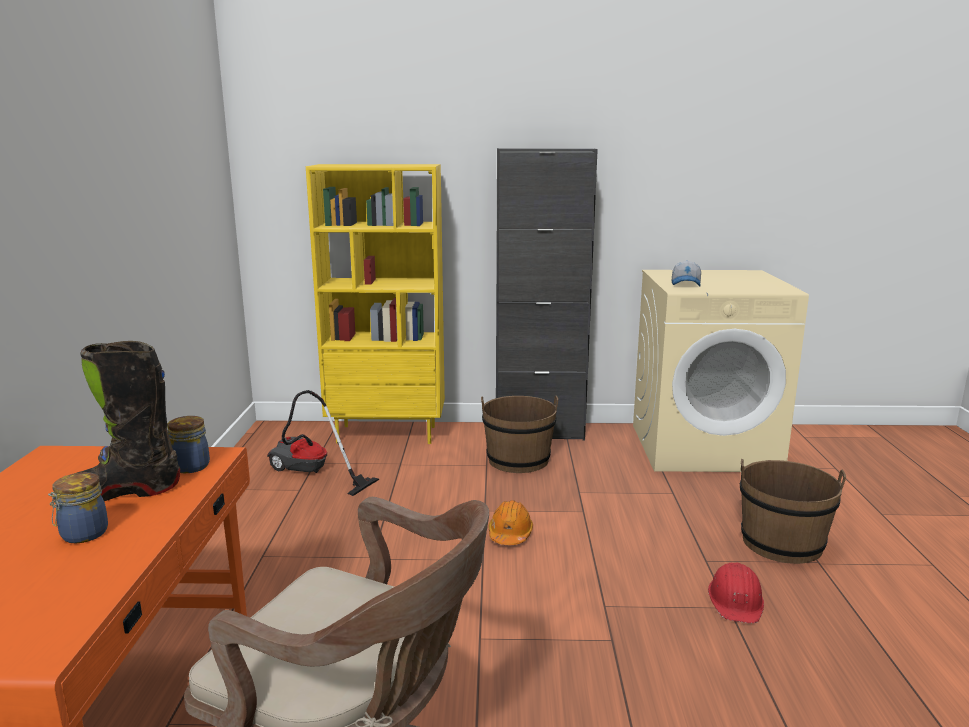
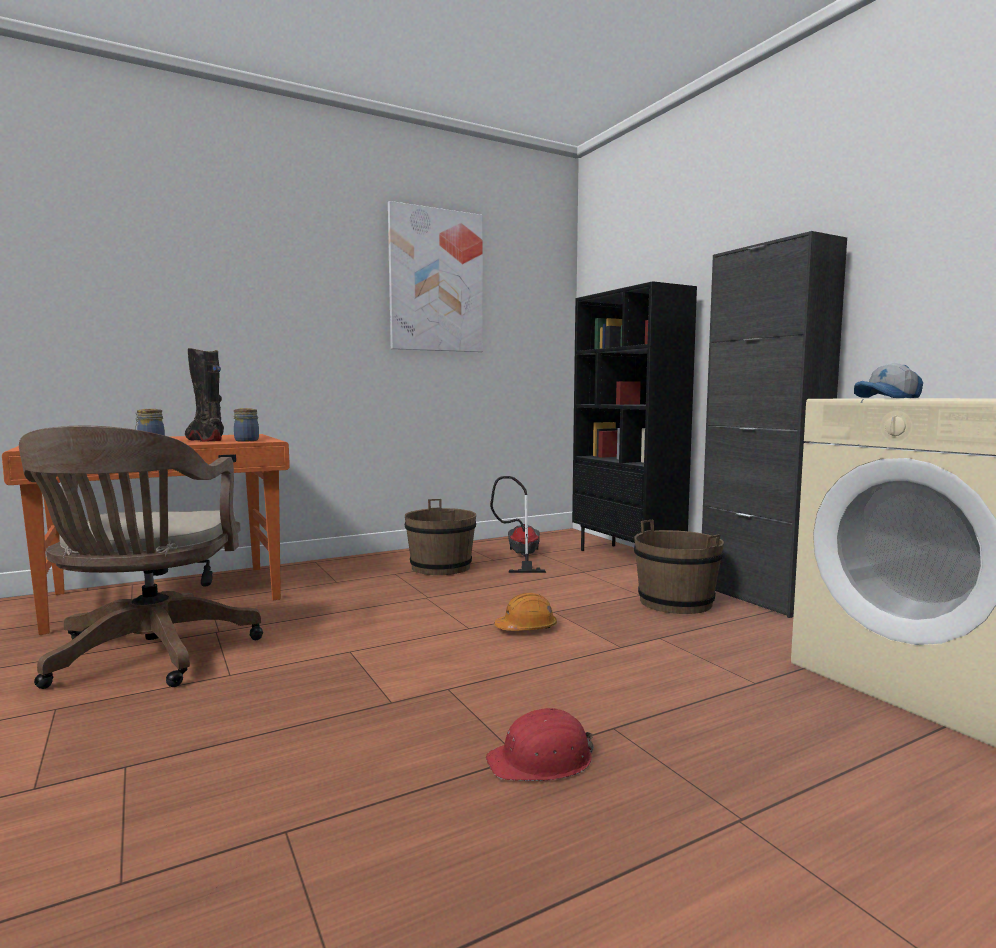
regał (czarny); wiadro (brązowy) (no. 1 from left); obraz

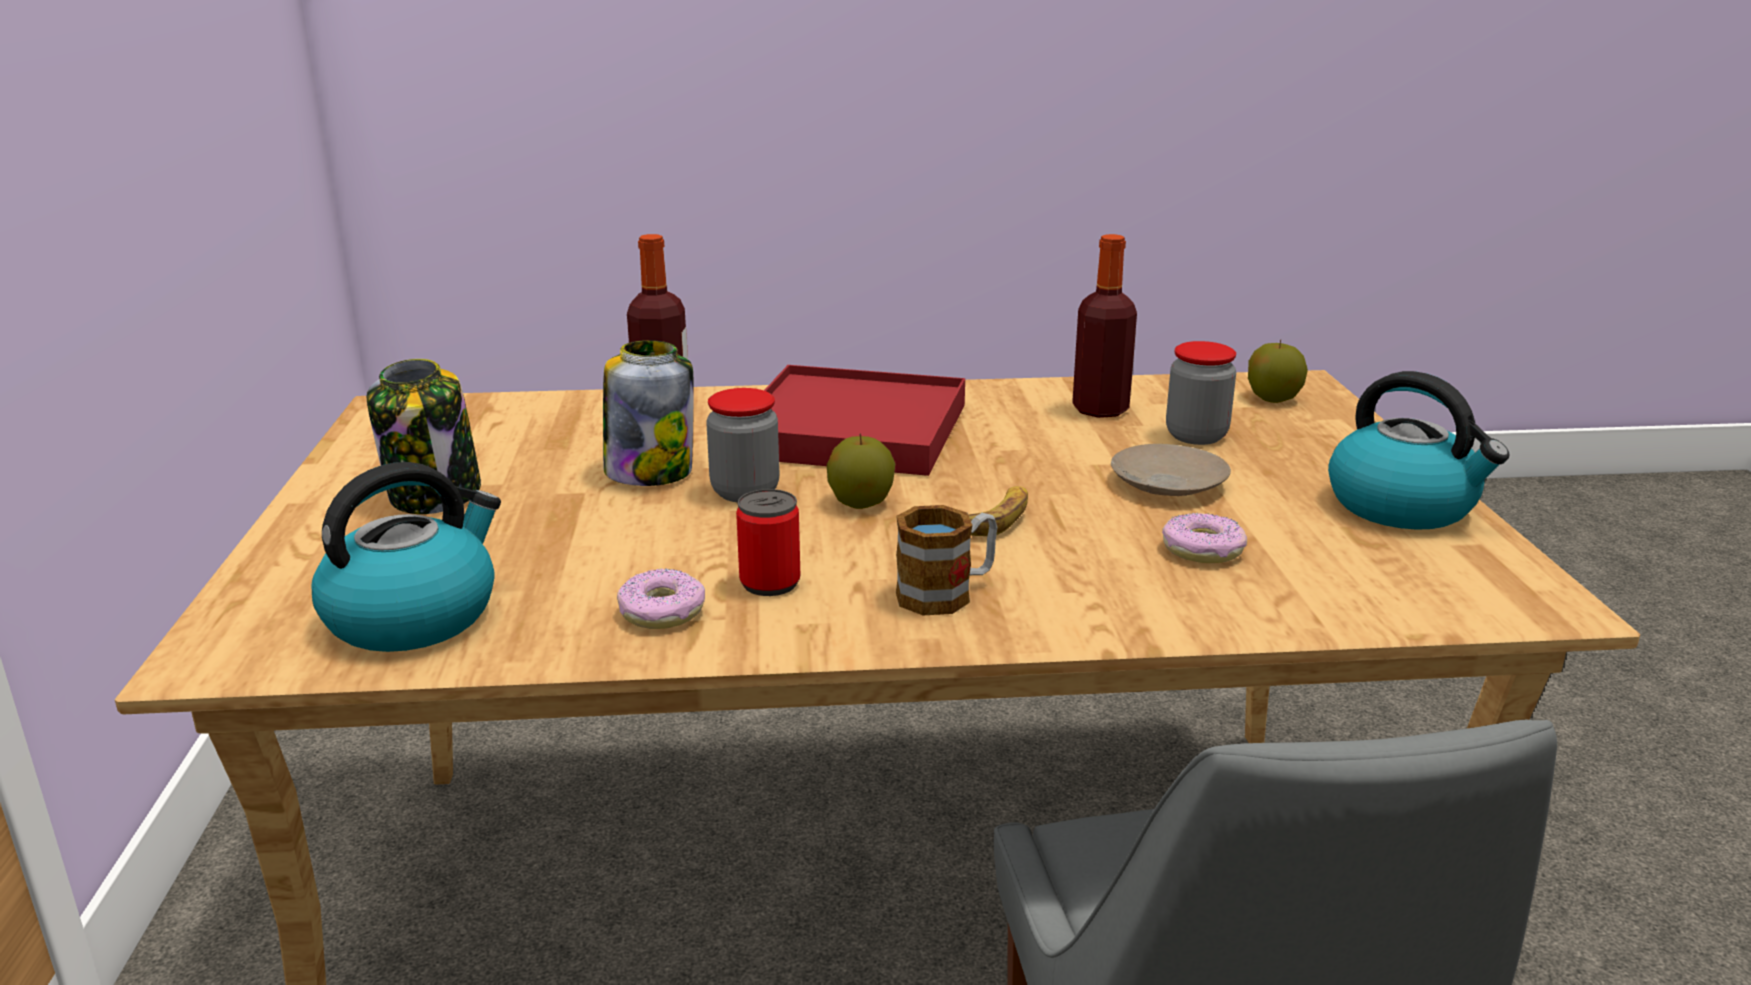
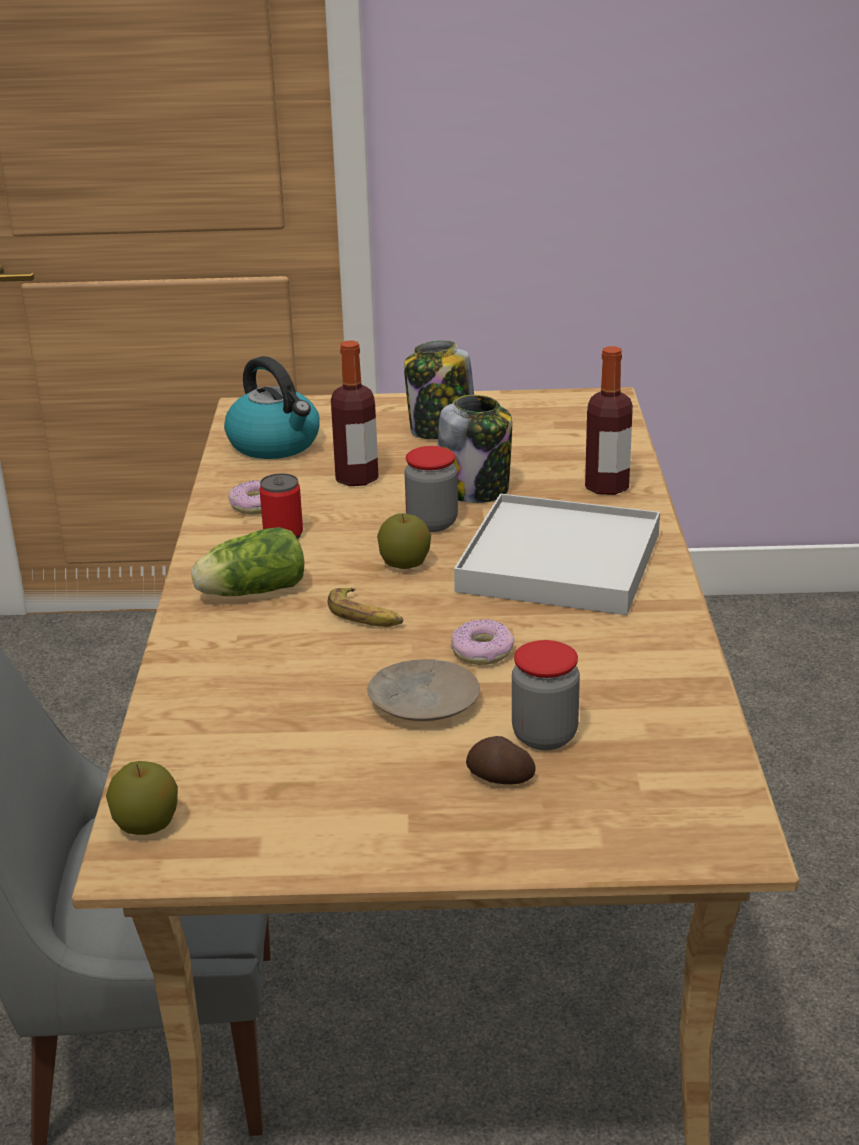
taca (biały); sałata; butelka (no. 1 from left); donut (no. 2 from left); jabłko (no. 1 from left); czajnik (no. 2 from left in the first image); ziemniak

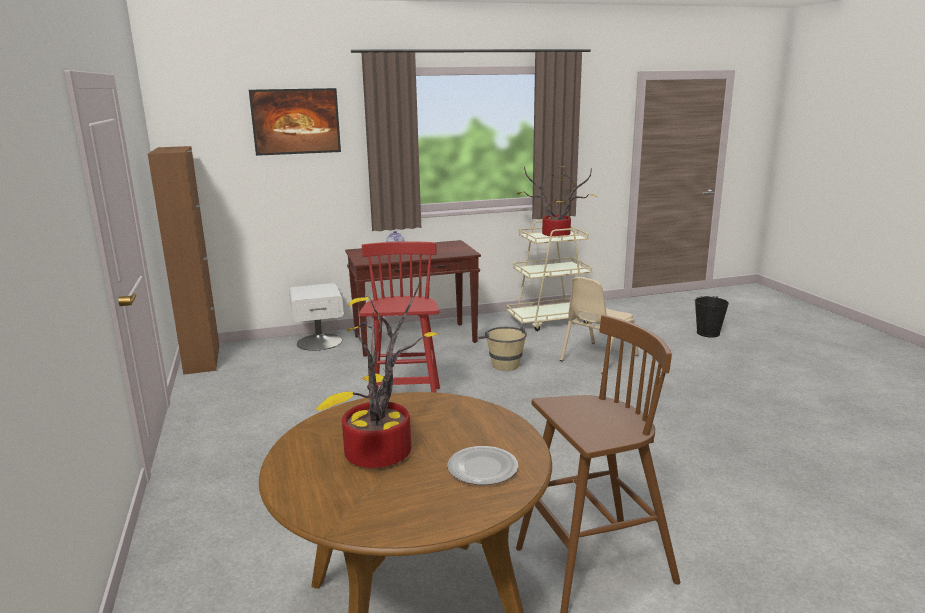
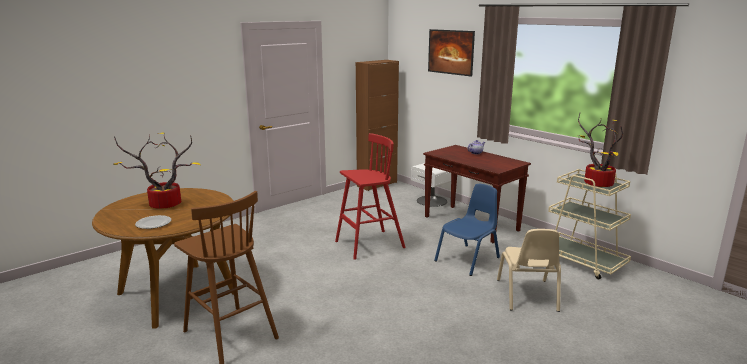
krzesło (niebieski); krzesło (beżowy); wiadro (czarny)

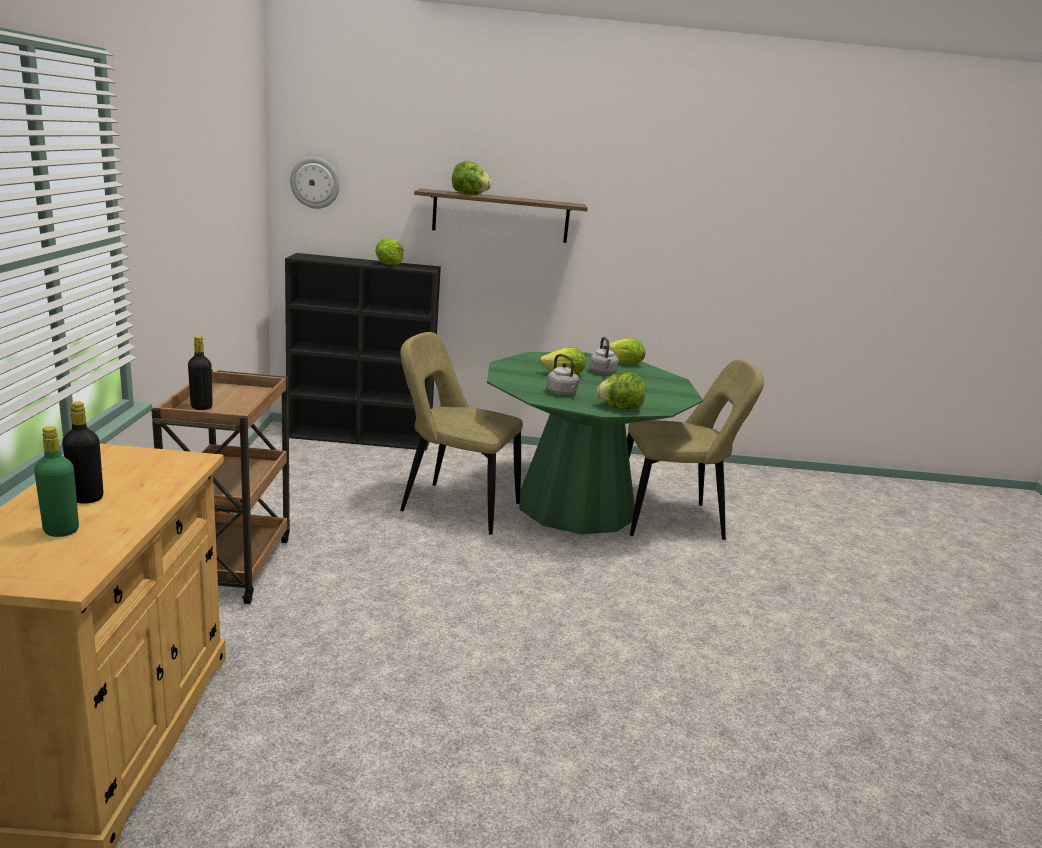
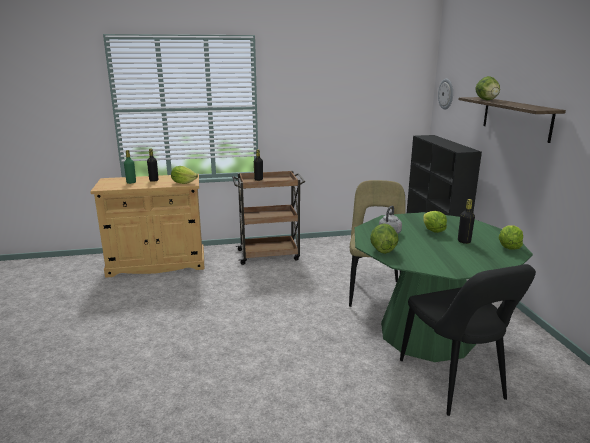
sałata (no. 1 from left); butelka (czarny) (no. 3 from left); krzesło (czarny)

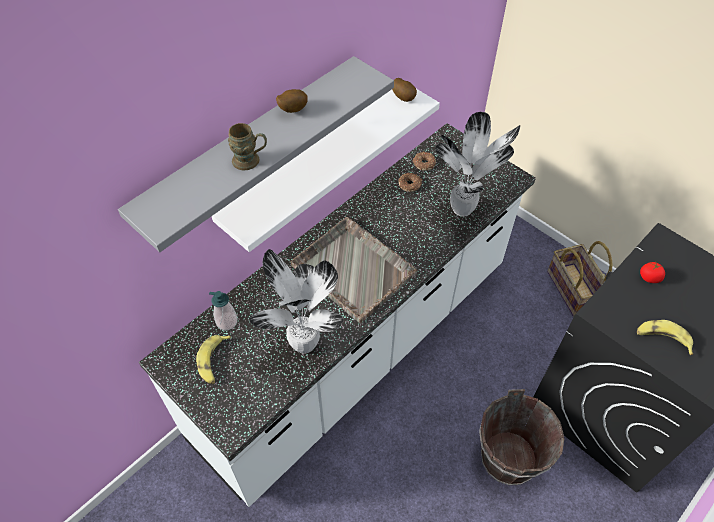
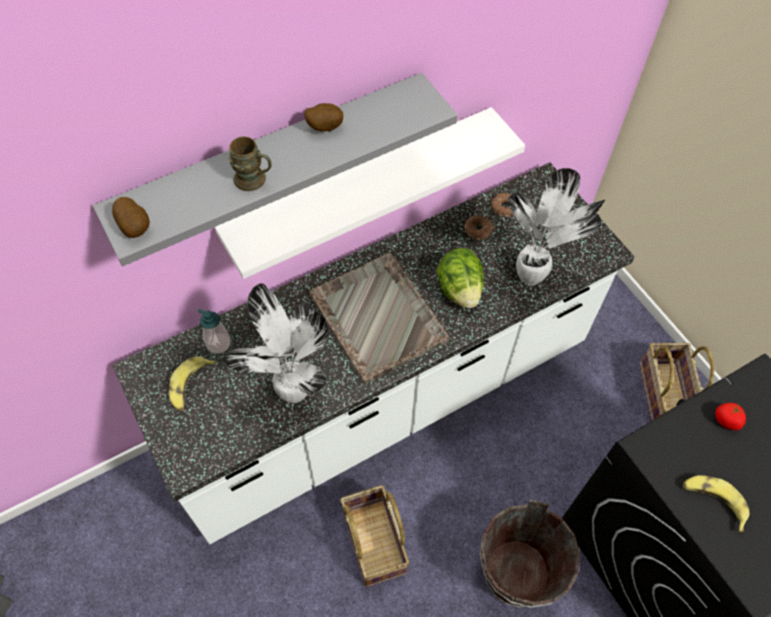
ziemniak (no. 1 from left); koszyk (no. 1 from left); sałata

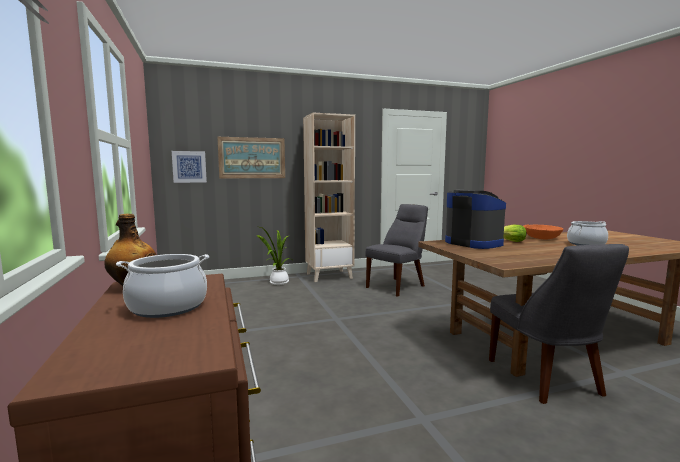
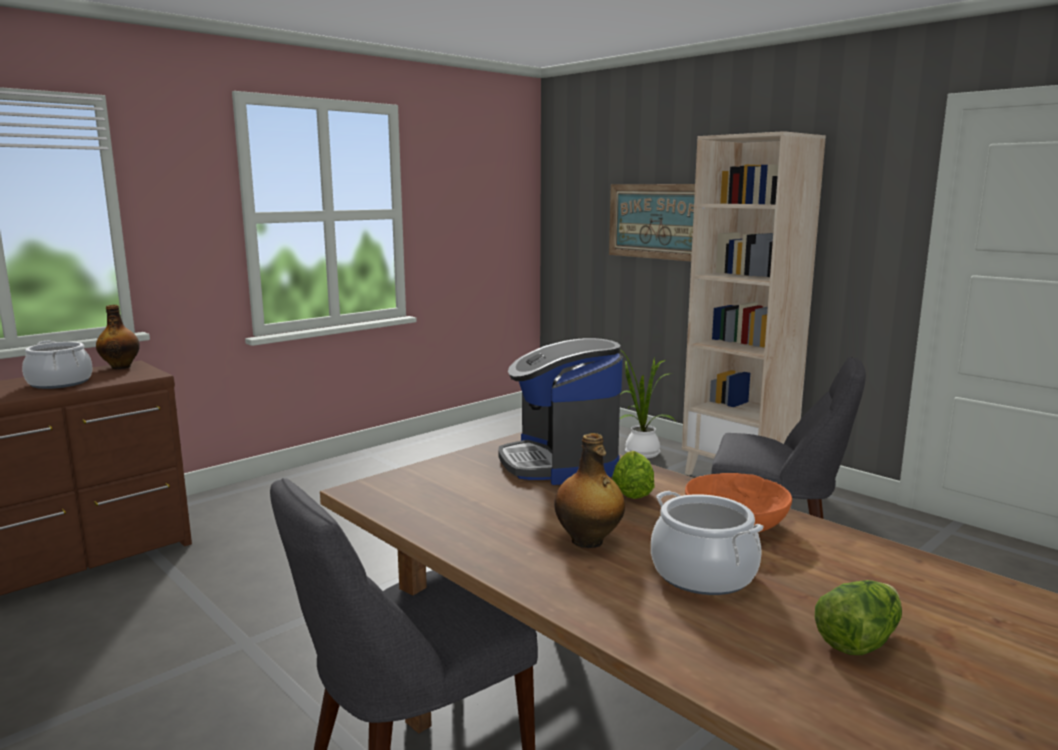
obraz (no. 1 from left in the first image); ekspres do kawy; butelka (no. 2 from left); sałata (no. 2 from left)

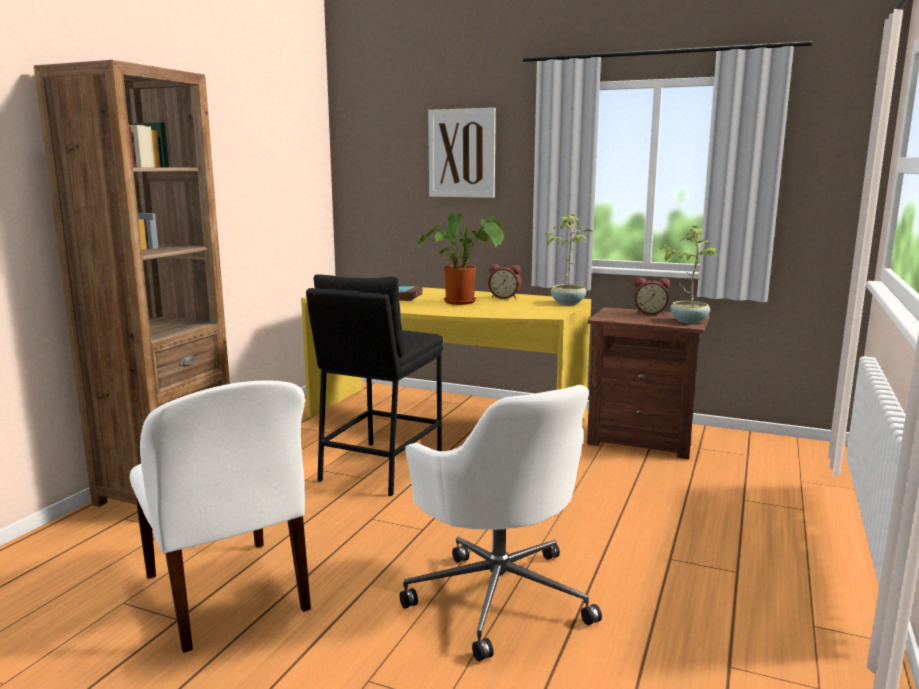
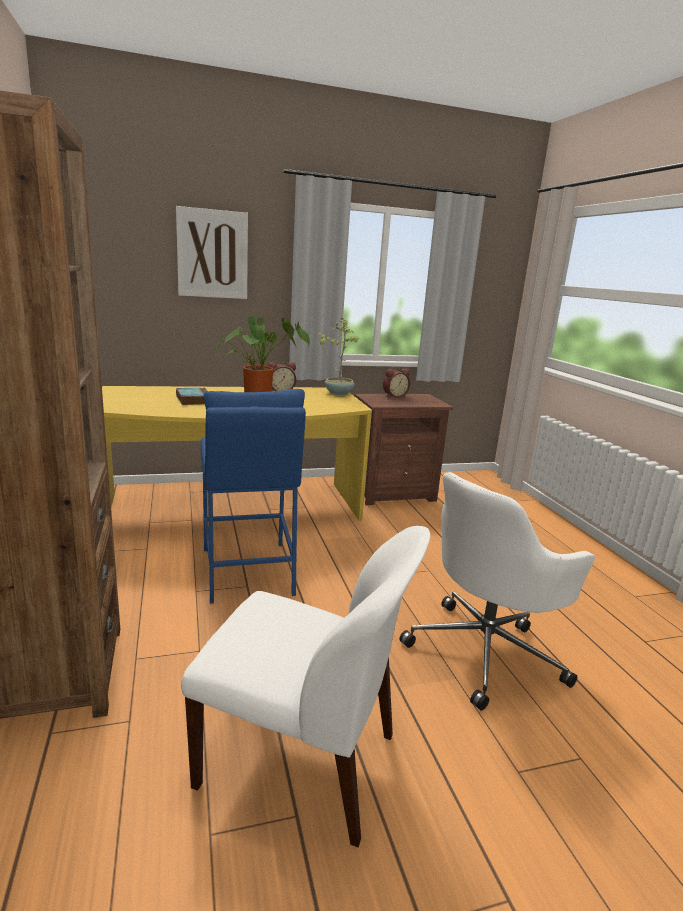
stołek (niebieski); krzesło biurowe (biały); roślina doniczkowa (no. 3 from left in the first image)

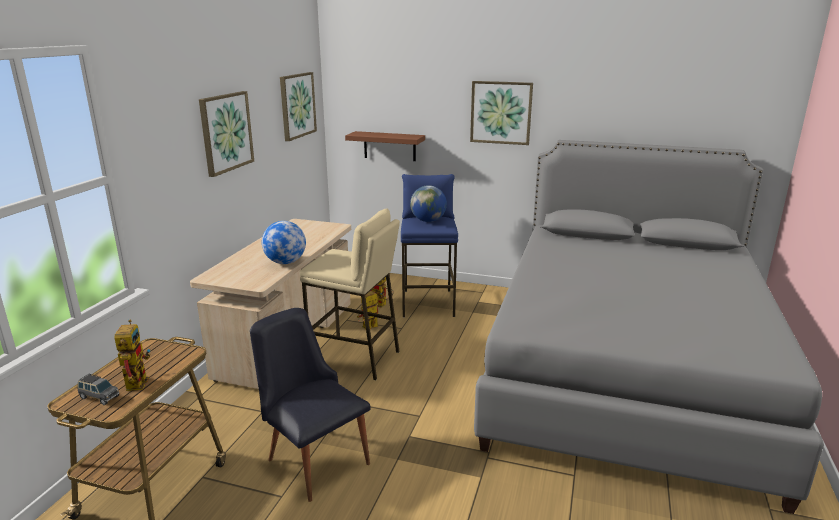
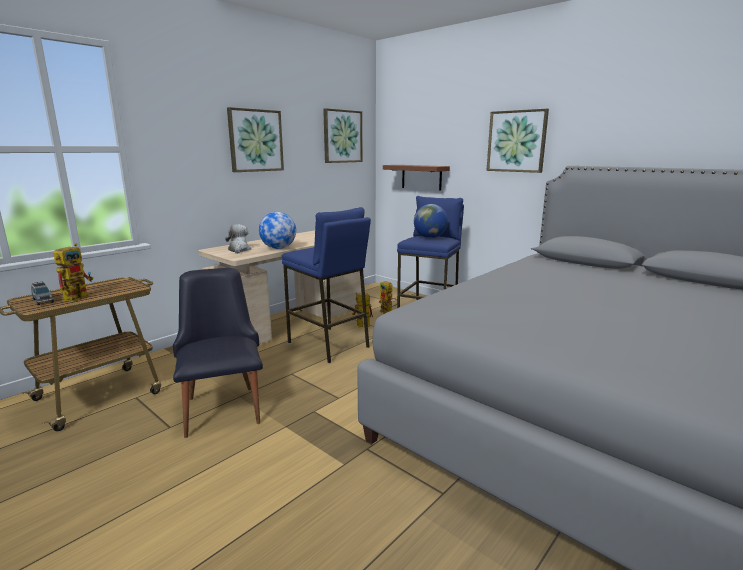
stołek (niebieski) (no. 1 from left); pluszak

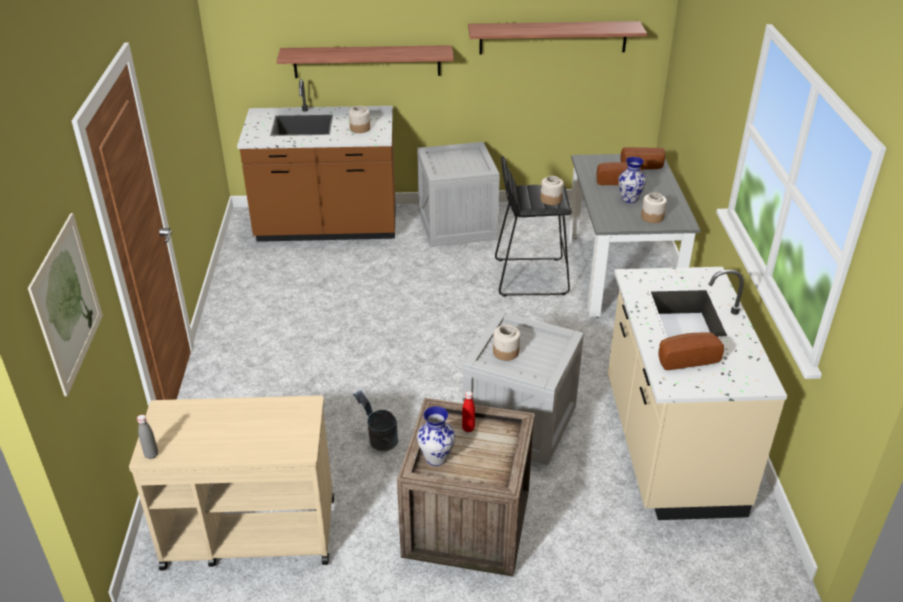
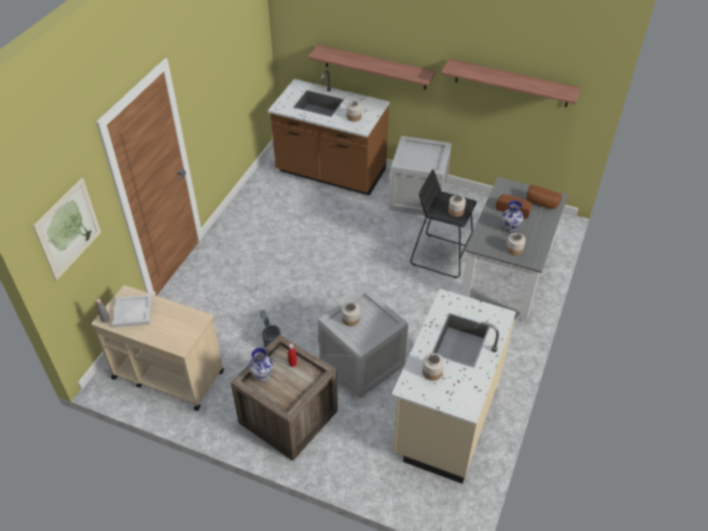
słoik (no. 3 from left); taca (biały)

